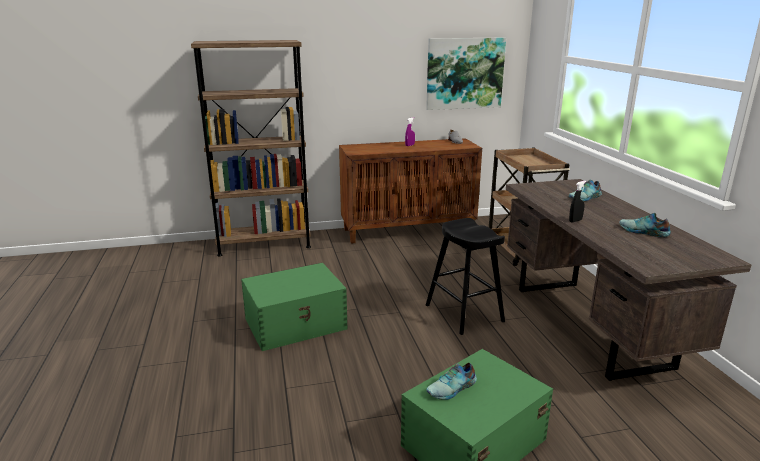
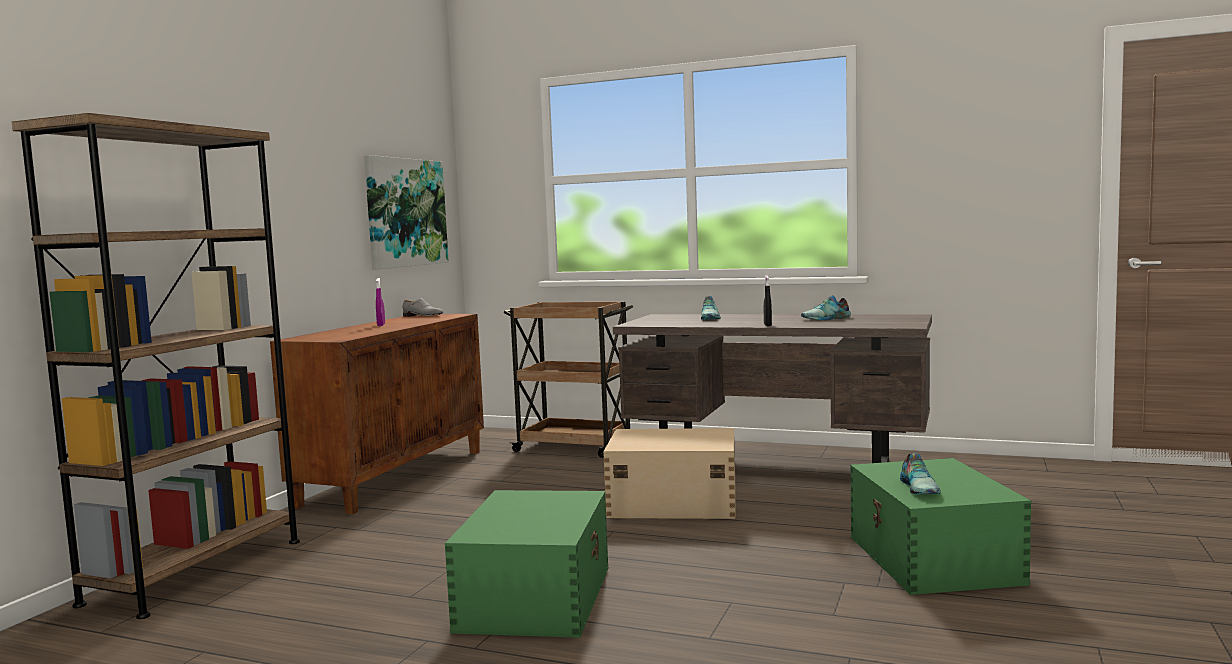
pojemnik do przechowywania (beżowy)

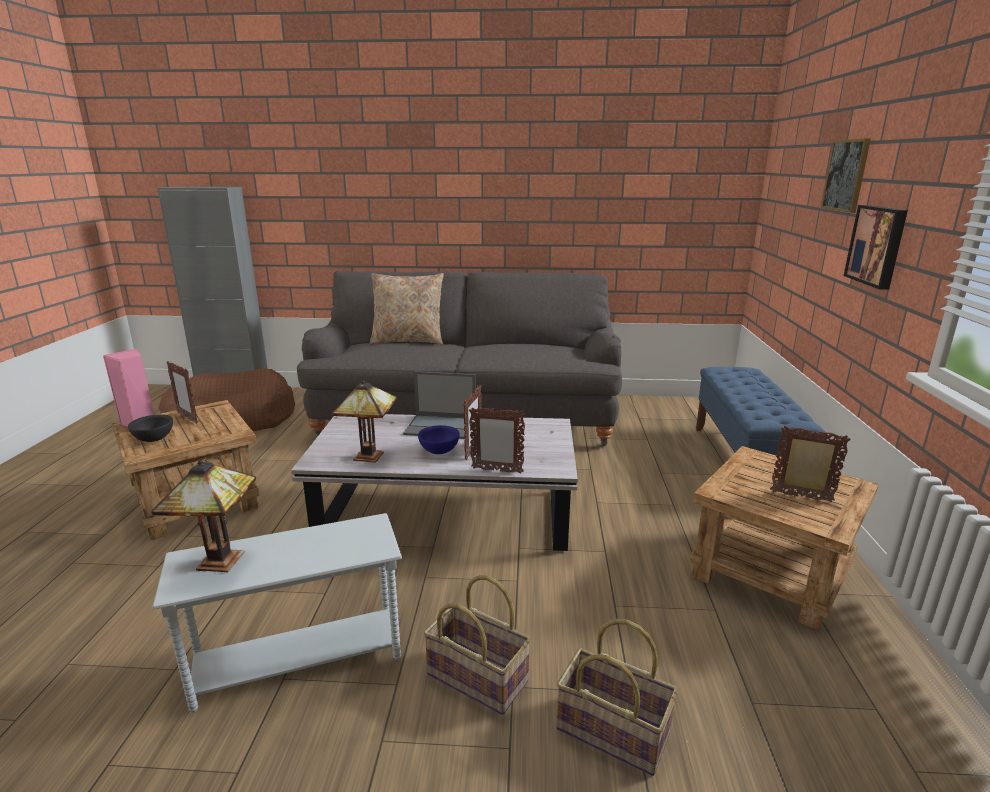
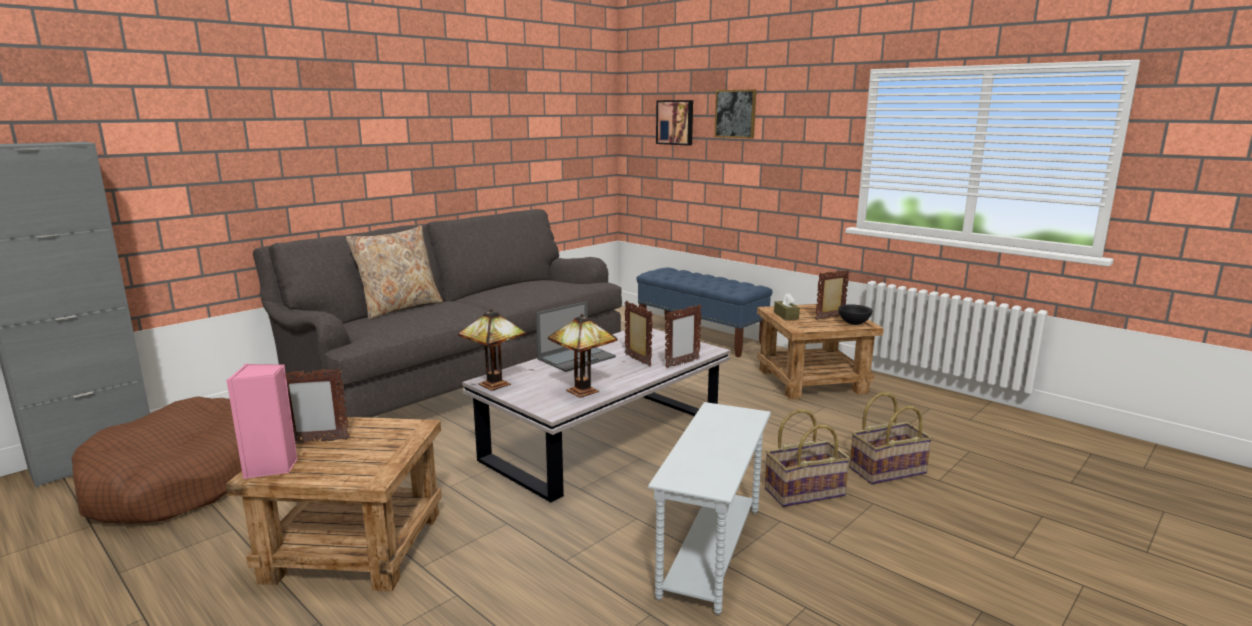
miska (czarny); lampa stołowa (no. 1 from left); miska (niebieski); obraz (no. 1 from left); pudełko chusteczek (brązowy)

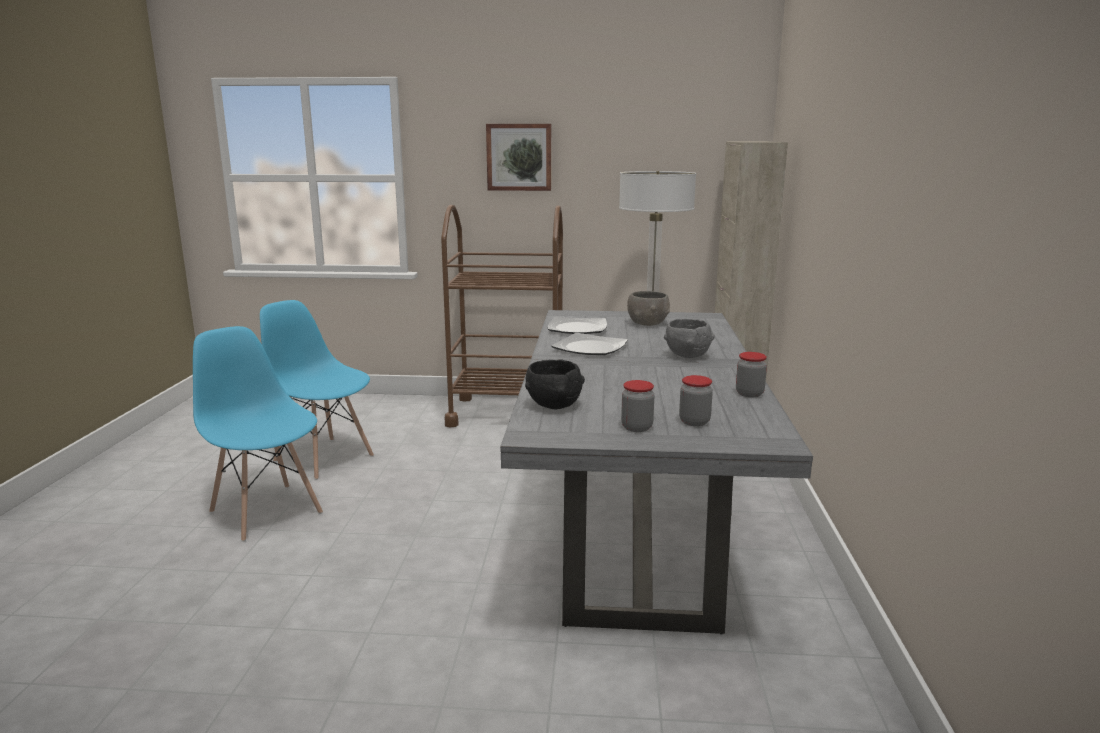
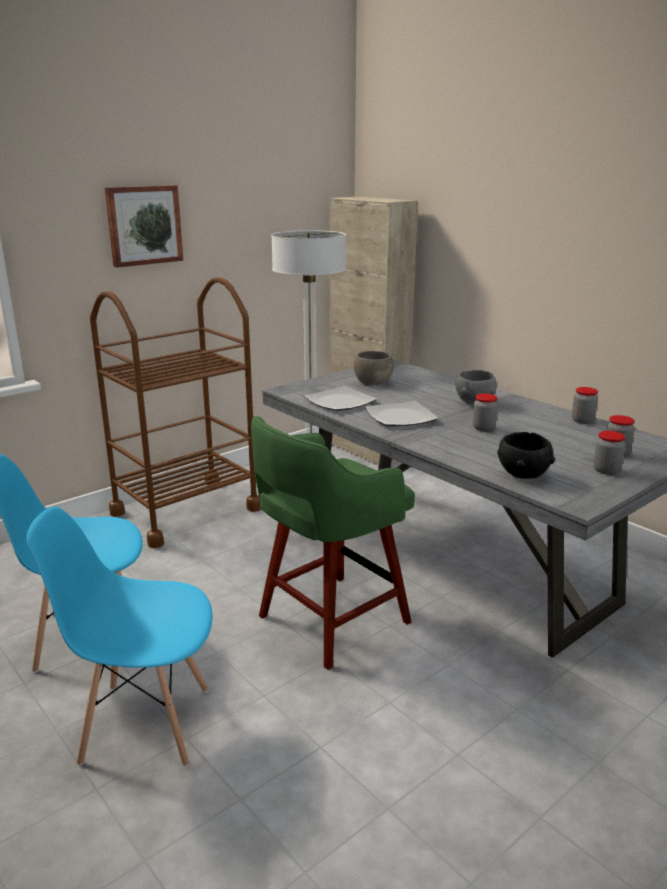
stołek (zielony); słoik (no. 1 from left)

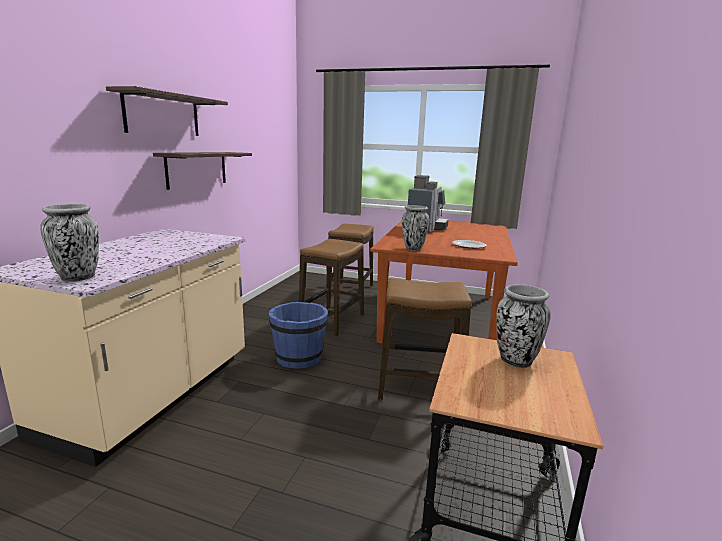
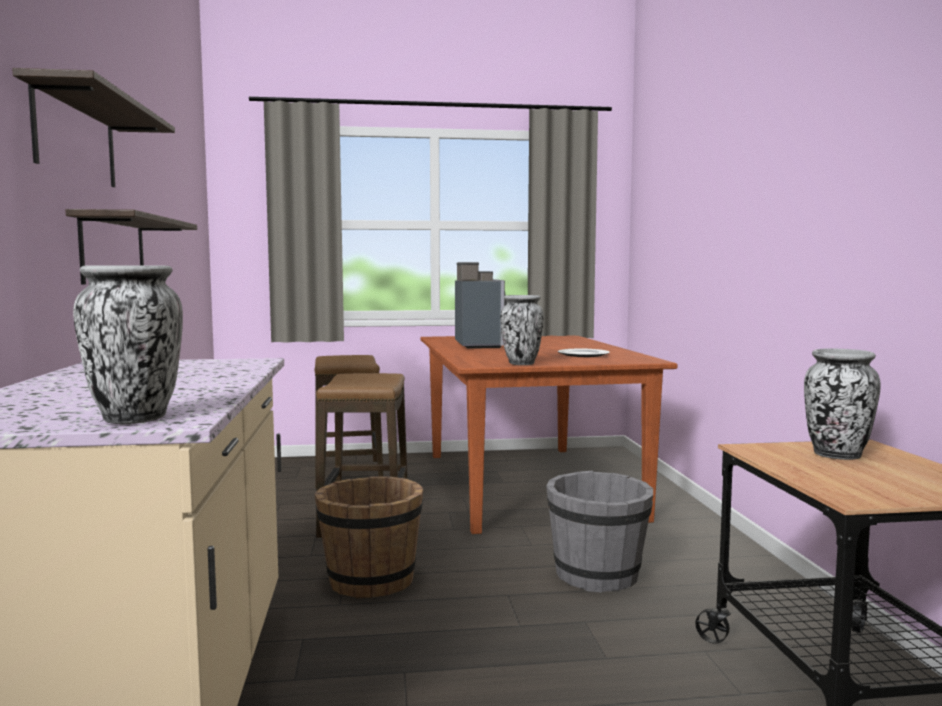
wiadro (brązowy); wiadro (szary)

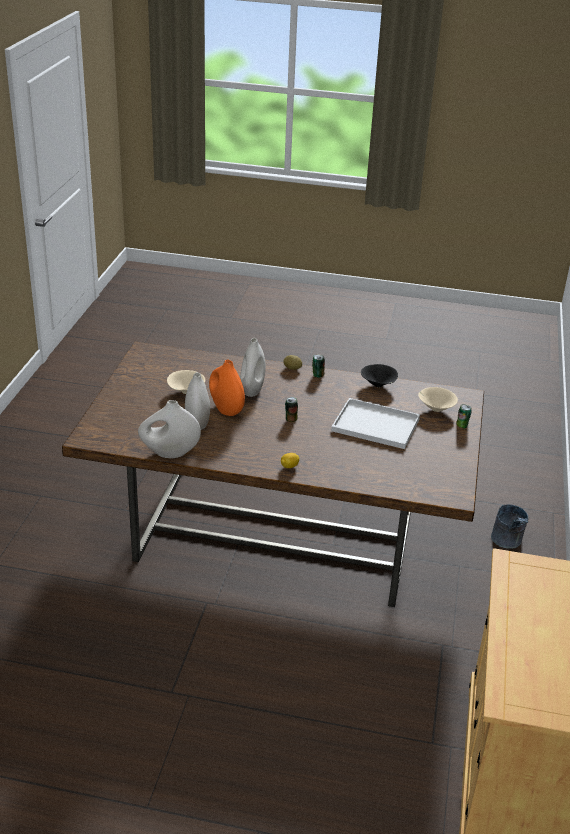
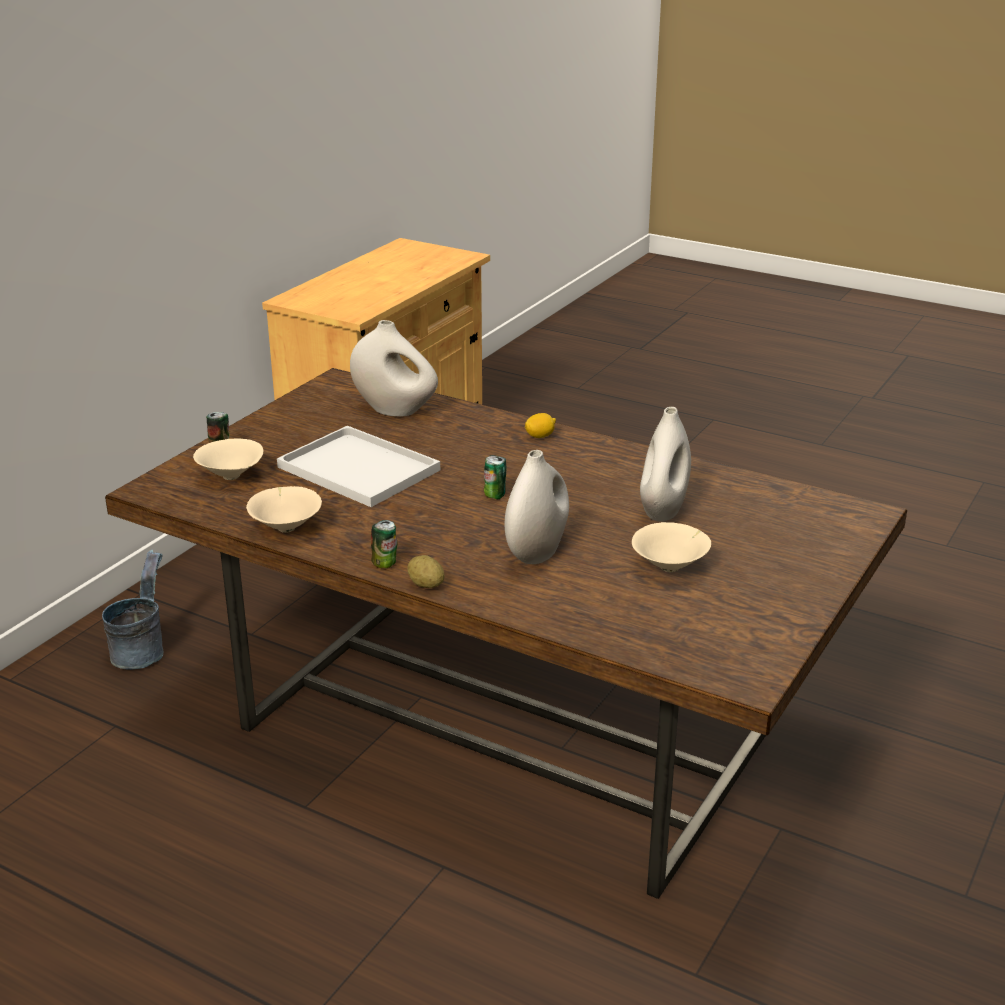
wazon (biały) (no. 1 from left); wazon (pomarańczowy); miska (beżowy) (no. 2 from left)

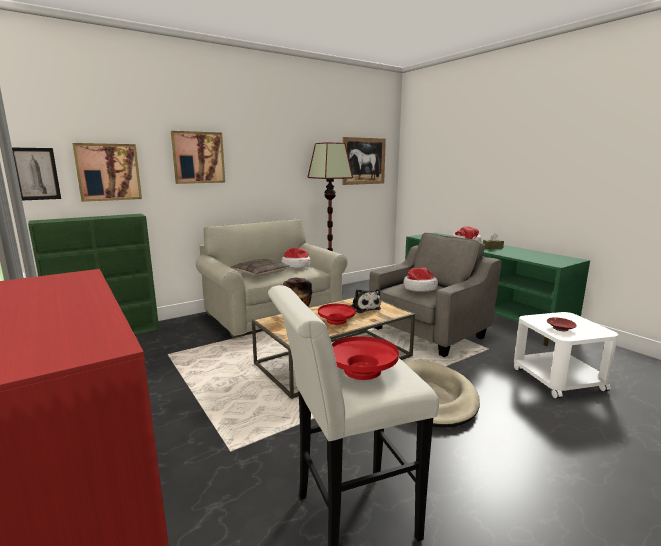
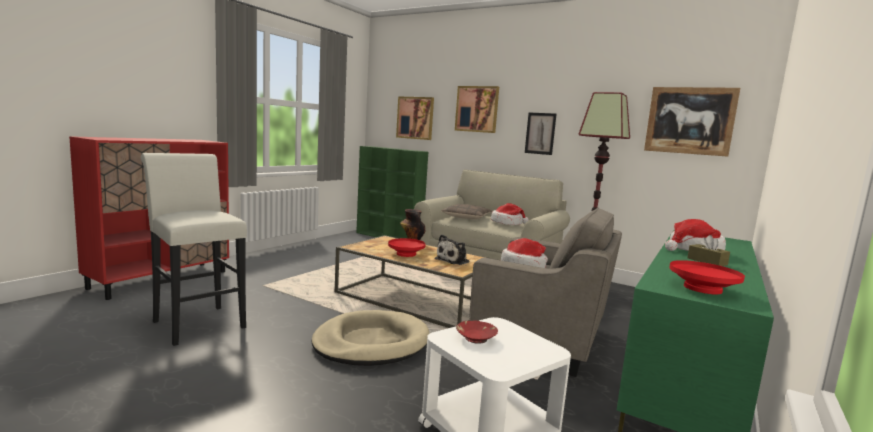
obraz (no. 3 from left); miska (czerwony) (no. 3 from left)

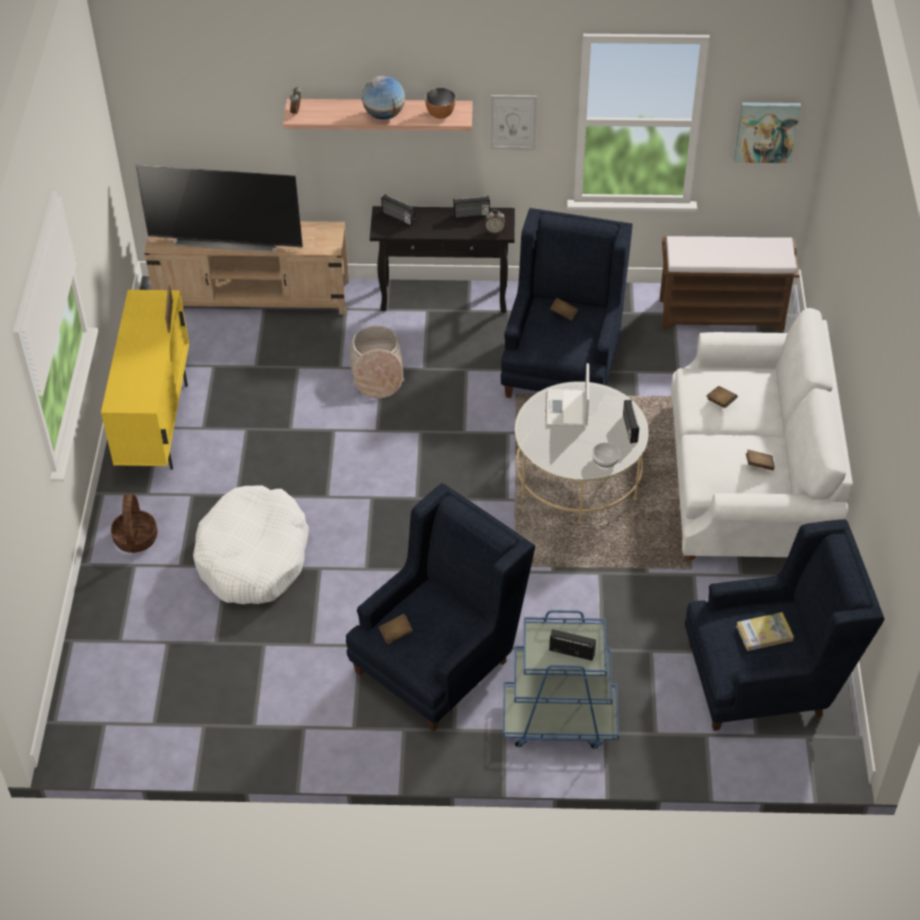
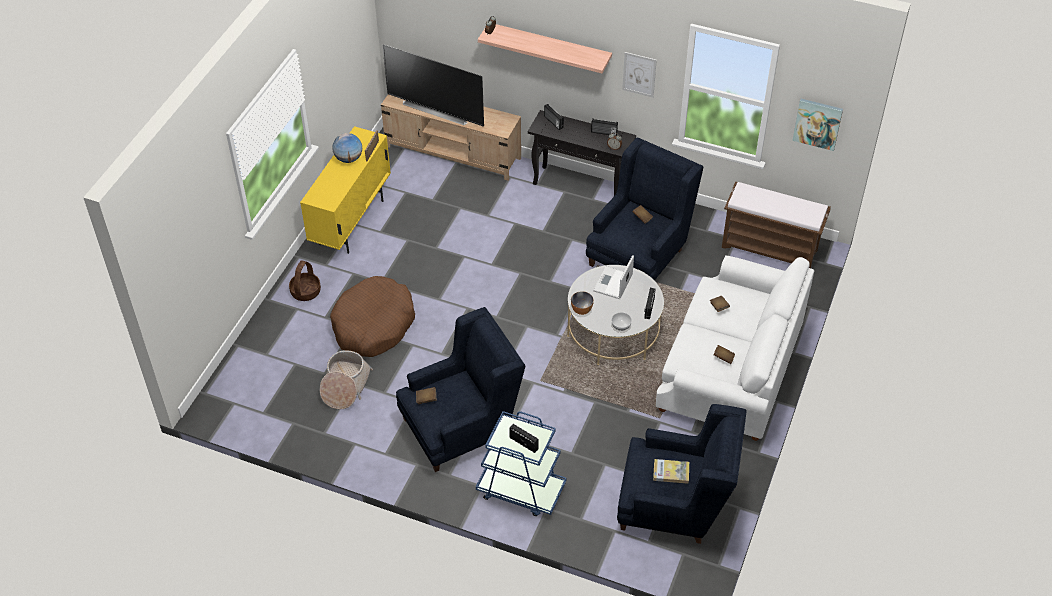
legowisko (brązowy); koszyk (no. 2 from left); globus; miska (no. 1 from left)

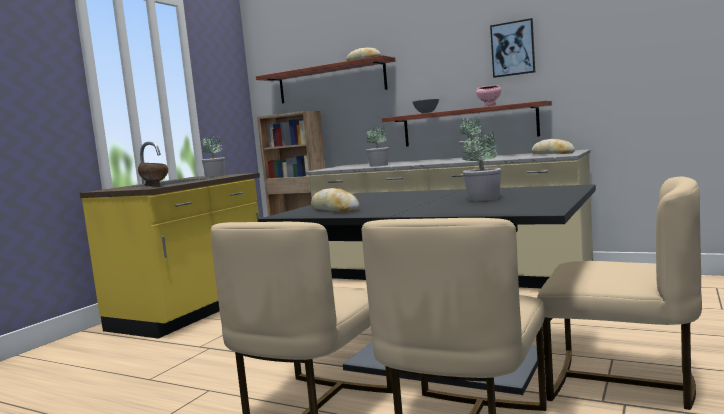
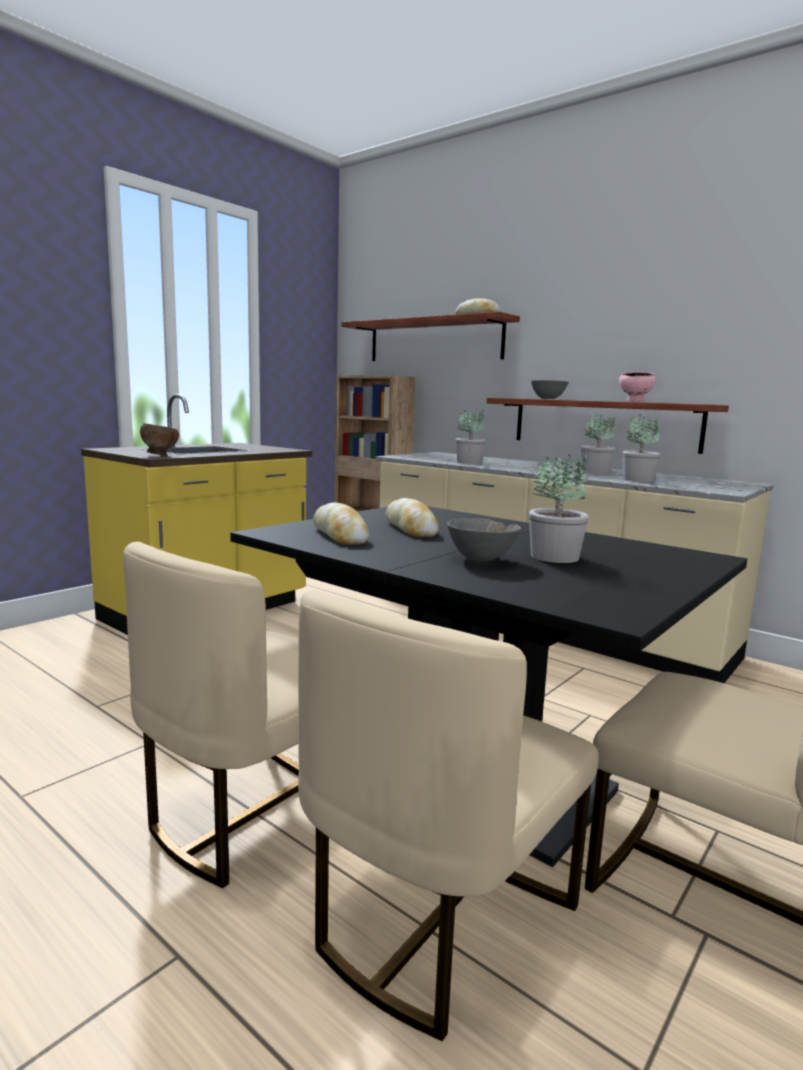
roślina doniczkowa (no. 4 from left); obraz; chleb (no. 2 from left); miska (szary) (no. 1 from left)

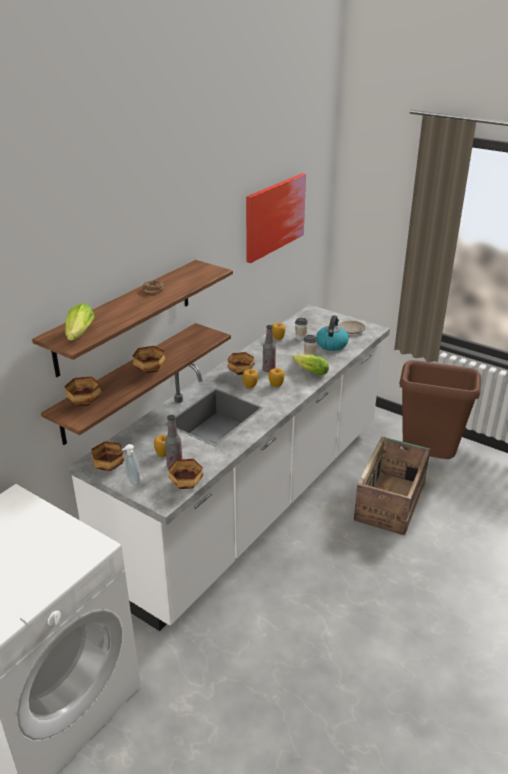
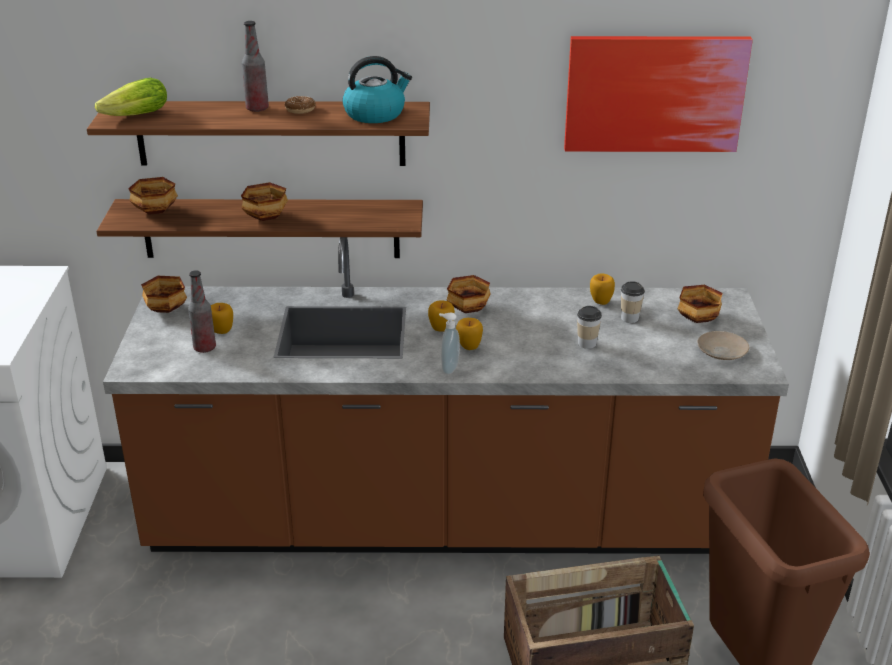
zabudowa kuchenna (brązowy); dozownik mydła; miska (no. 5 from left); butelka (no. 2 from left); sałata (no. 2 from left in the first image); czajnik

